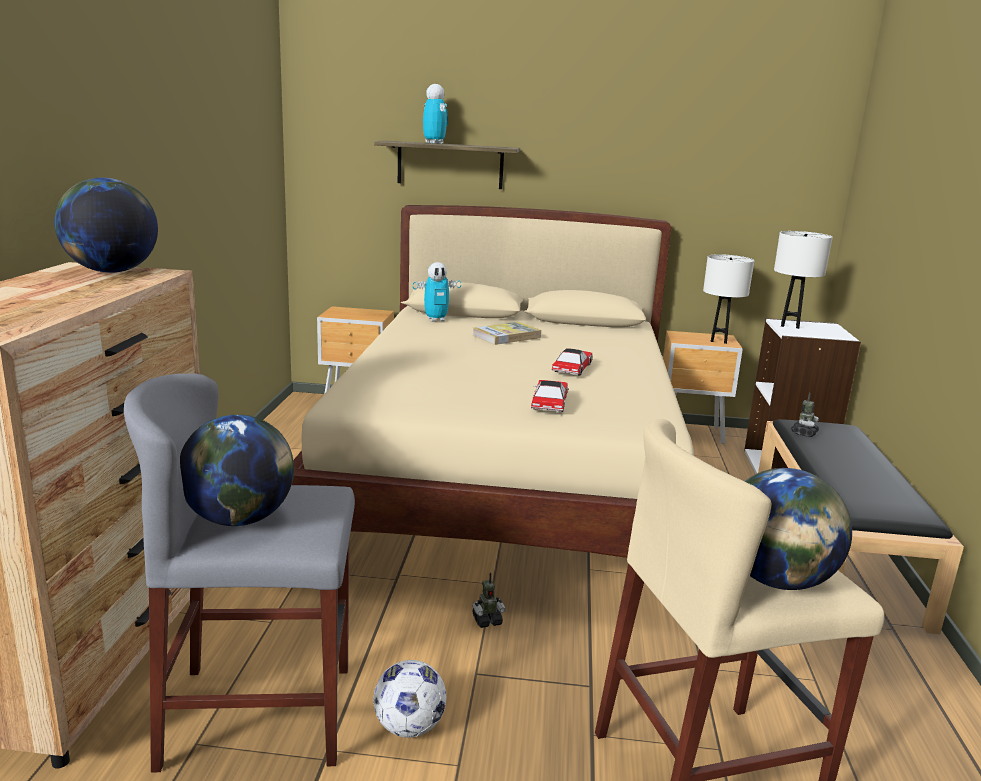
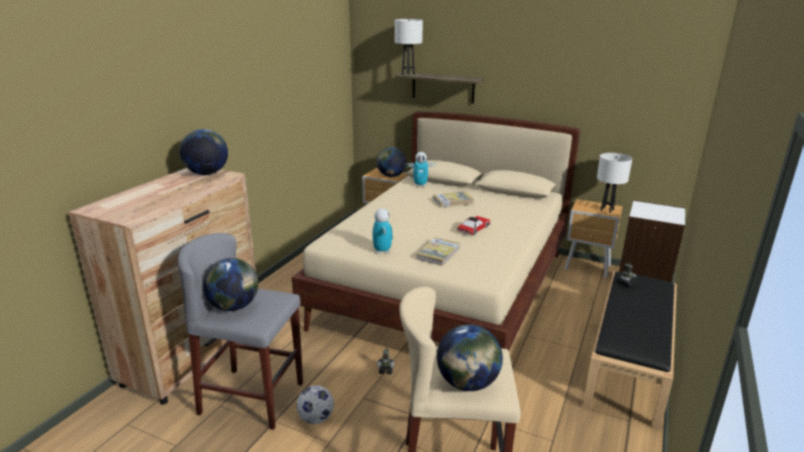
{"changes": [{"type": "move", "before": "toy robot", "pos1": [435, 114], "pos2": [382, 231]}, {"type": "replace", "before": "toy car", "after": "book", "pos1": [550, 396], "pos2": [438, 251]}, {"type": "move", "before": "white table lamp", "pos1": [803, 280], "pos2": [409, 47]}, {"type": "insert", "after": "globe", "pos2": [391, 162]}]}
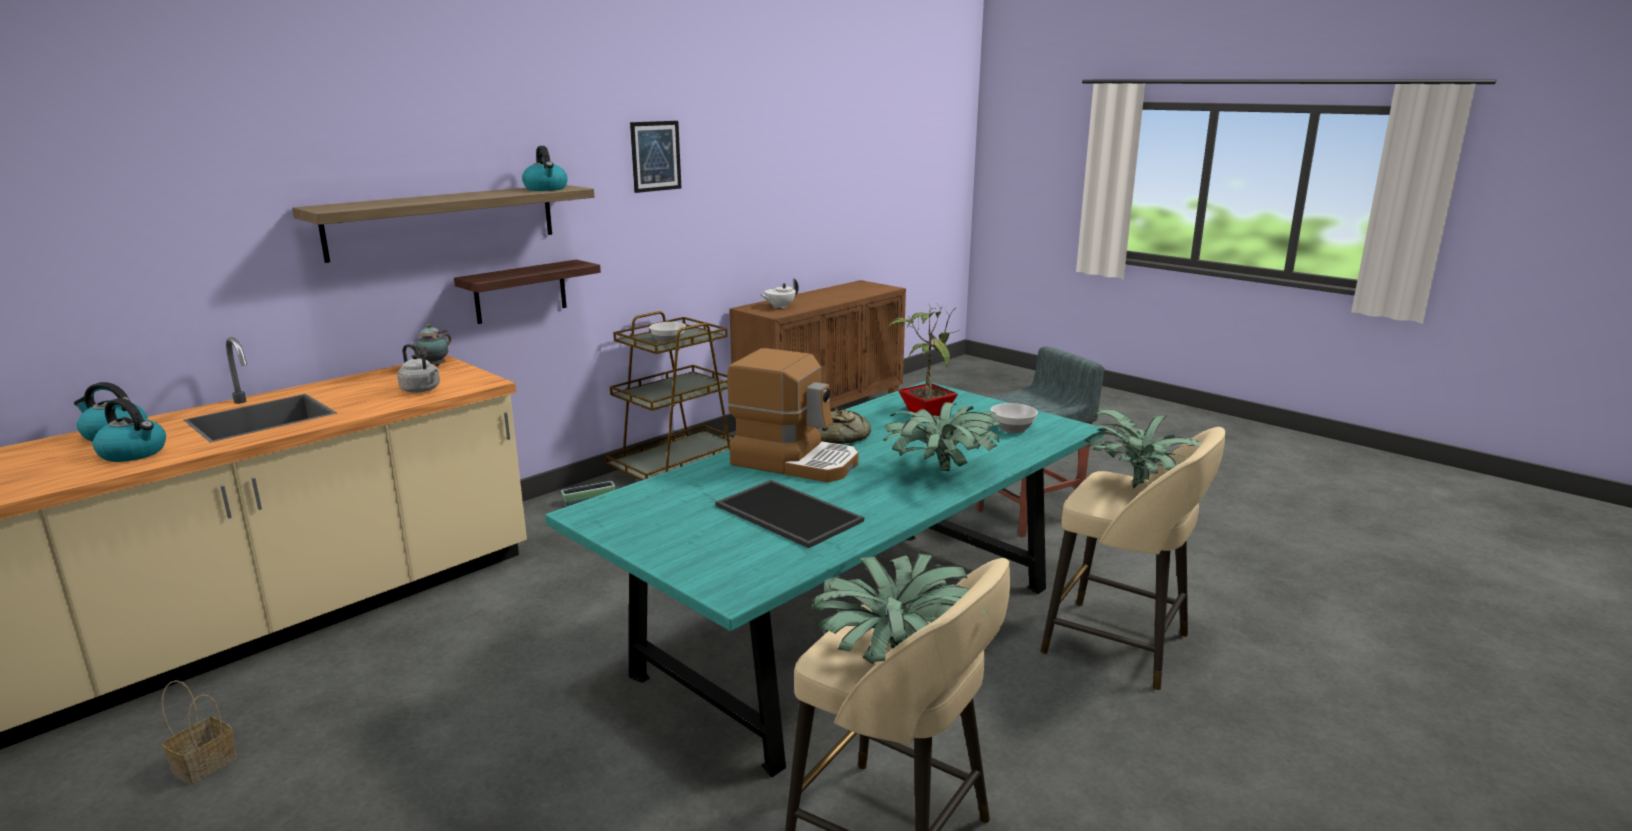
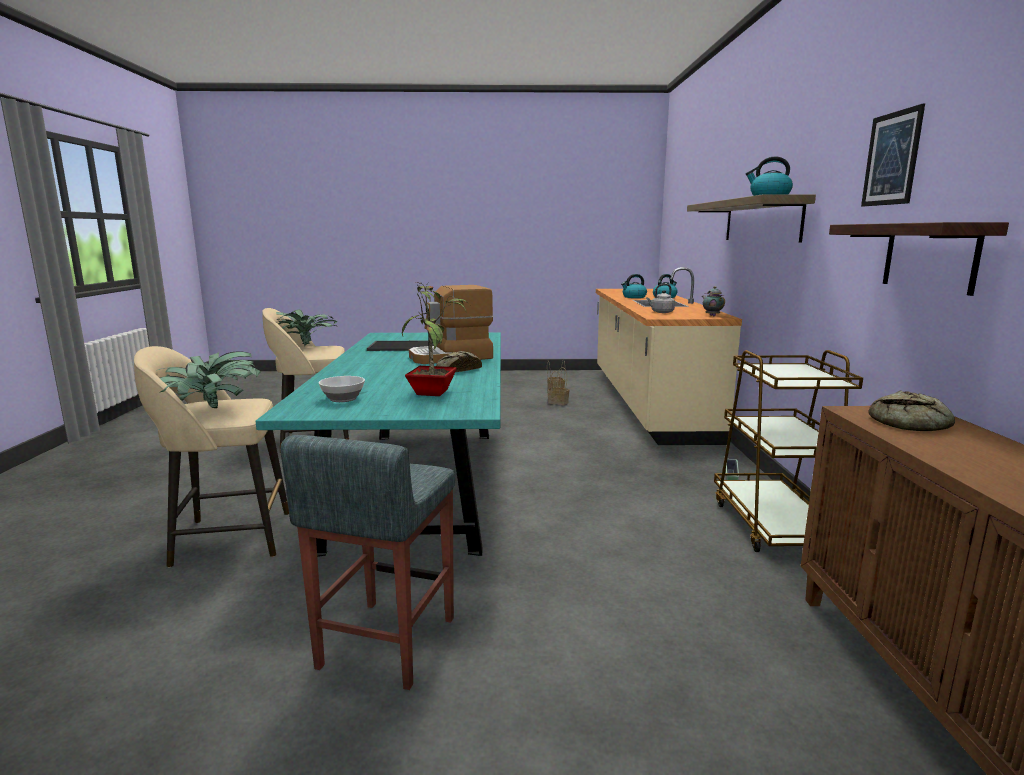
{"changes": [{"type": "move", "before": "shelf", "pos1": [527, 291], "pos2": [919, 259]}, {"type": "delete", "before": "bowl", "pos1": [667, 332]}, {"type": "replace", "before": "white teapot", "after": "bread", "pos1": [779, 293], "pos2": [912, 411]}, {"type": "delete", "before": "potted plant", "pos1": [942, 436]}, {"type": "insert", "after": "basket", "pos2": [558, 386]}]}
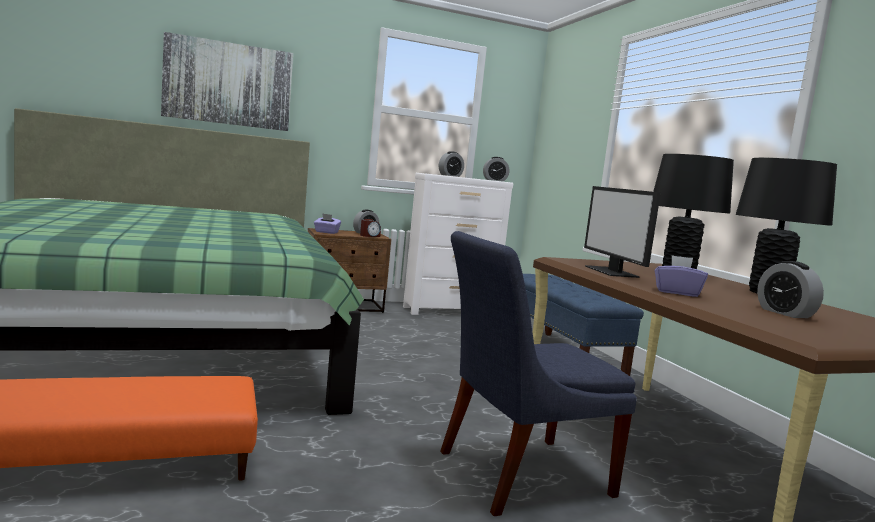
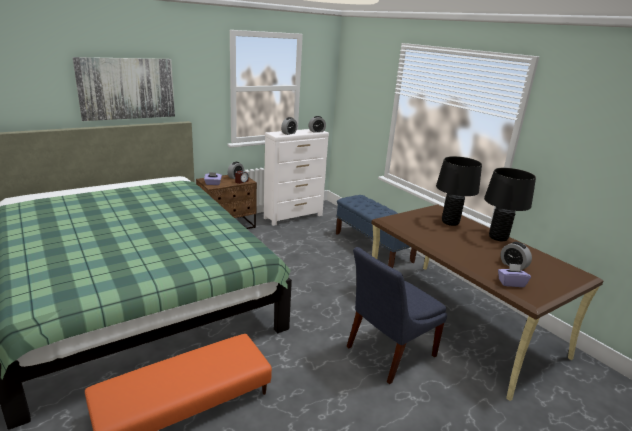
{"changes": [{"type": "delete", "before": "monitor", "pos1": [622, 232]}, {"type": "move", "before": "purple tissue box", "pos1": [681, 276], "pos2": [514, 275]}]}
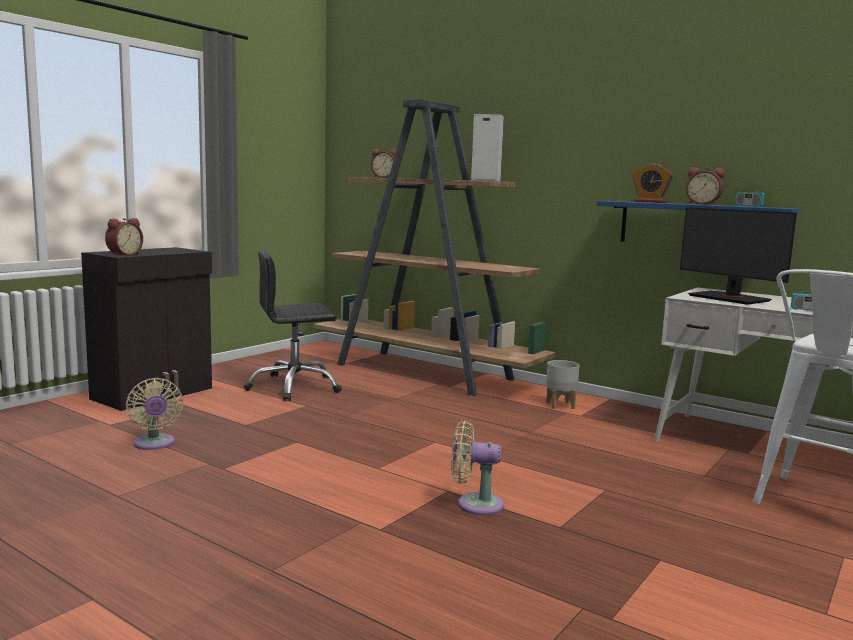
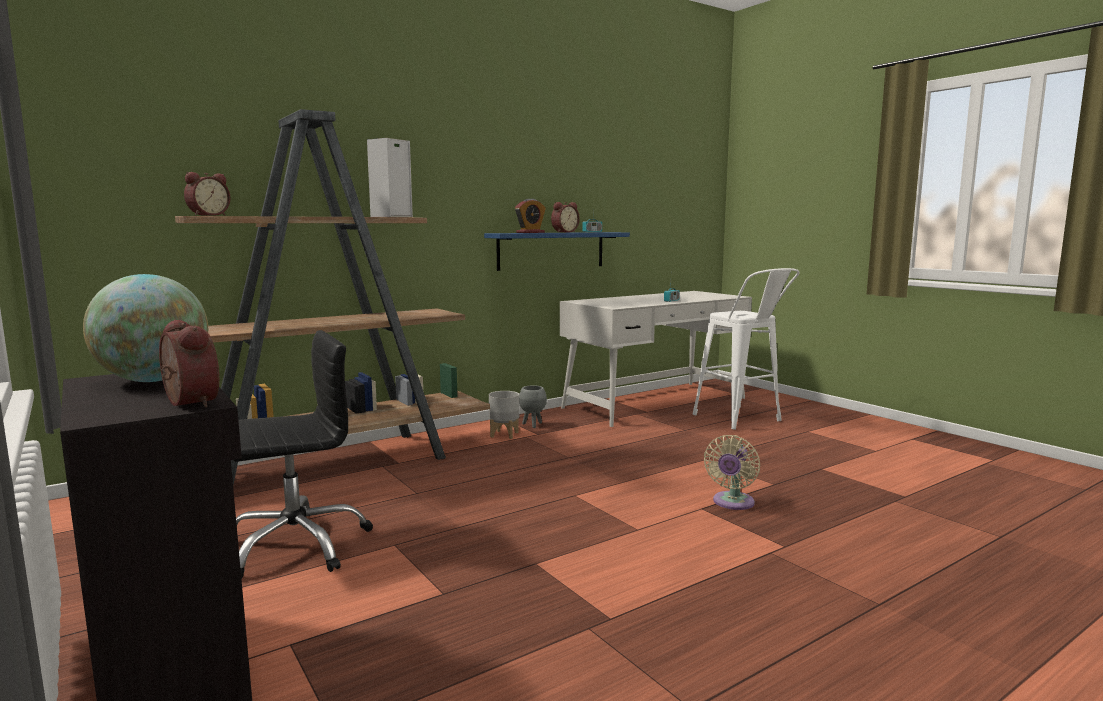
{"changes": [{"type": "delete", "before": "beige fan", "pos1": [154, 414]}, {"type": "rotate", "before": "black office chair", "pos1": [293, 325], "pos2": [303, 454], "turn": -120}, {"type": "delete", "before": "monitor", "pos1": [738, 256]}, {"type": "insert", "after": "globe", "pos2": [145, 328]}, {"type": "insert", "after": "grey planter", "pos2": [533, 406]}]}
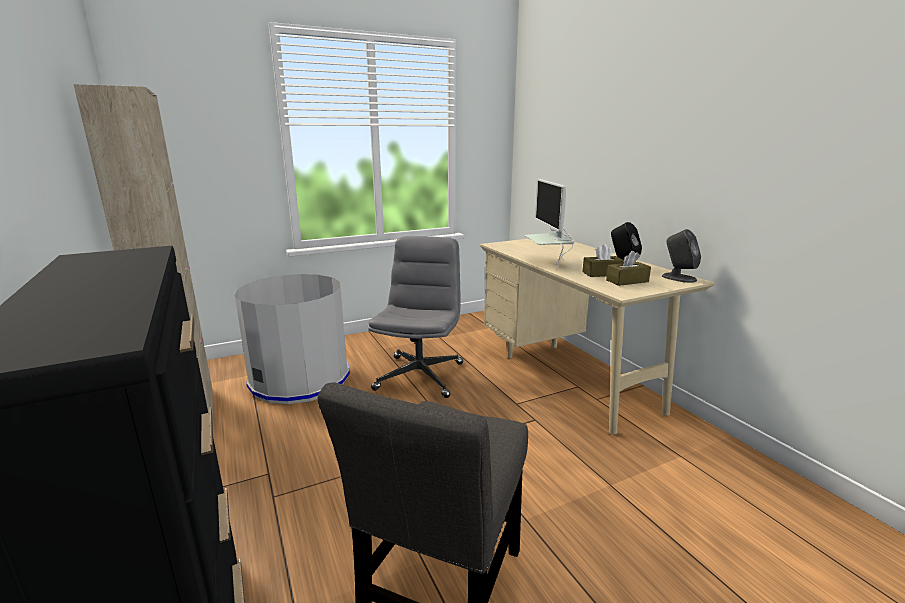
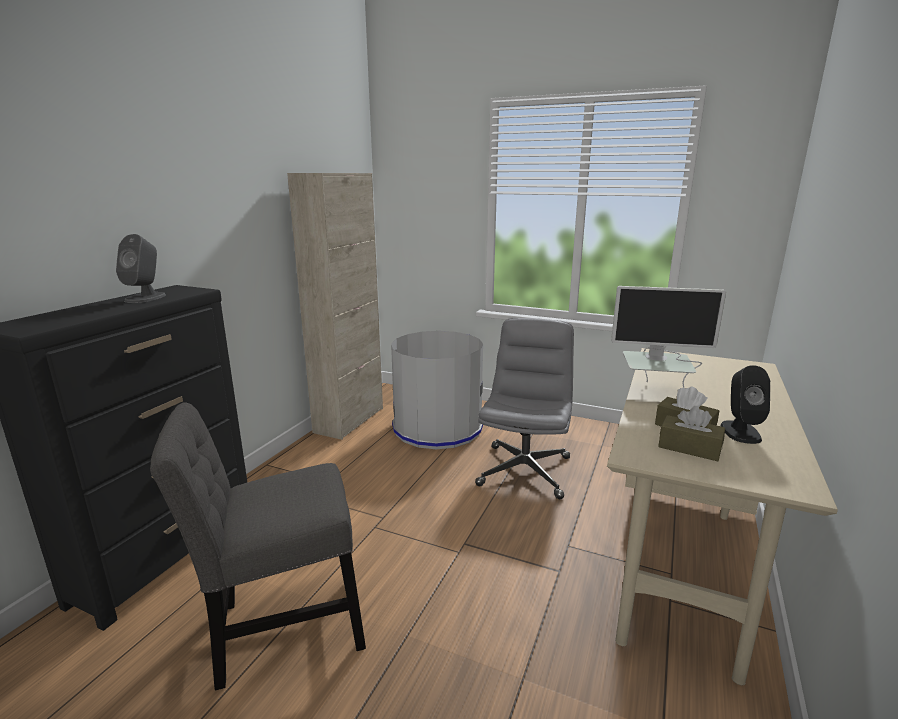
{"changes": [{"type": "rotate", "before": "grey office chair", "pos1": [415, 317], "pos2": [524, 408], "turn": -45}, {"type": "rotate", "before": "monitor", "pos1": [550, 224], "pos2": [668, 337], "turn": -120}, {"type": "move", "before": "grey speaker", "pos1": [681, 256], "pos2": [141, 268]}]}
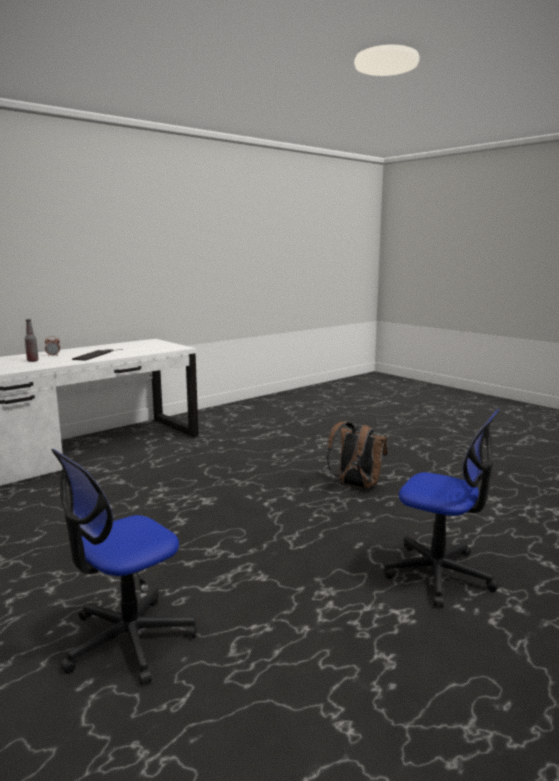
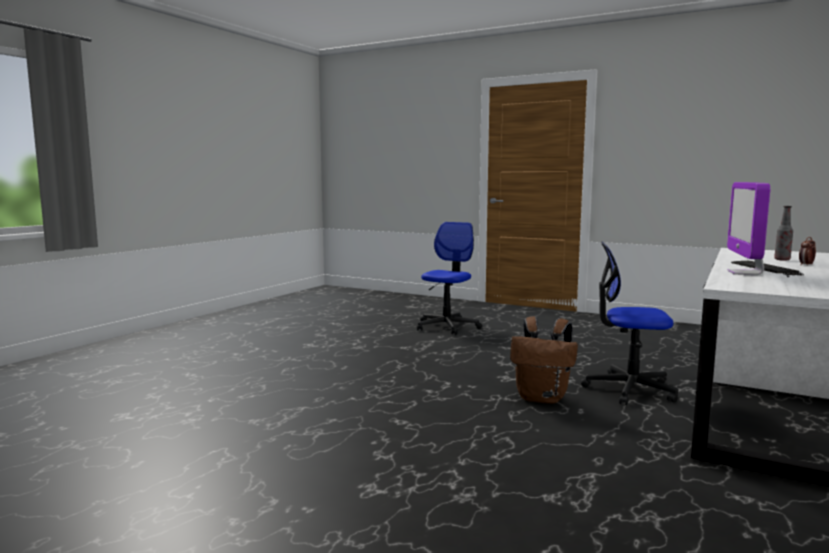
{"changes": [{"type": "move", "before": "brown backpack", "pos1": [357, 454], "pos2": [544, 360]}, {"type": "move", "before": "office chair", "pos1": [442, 508], "pos2": [629, 323]}, {"type": "insert", "after": "monitor", "pos2": [748, 228]}]}
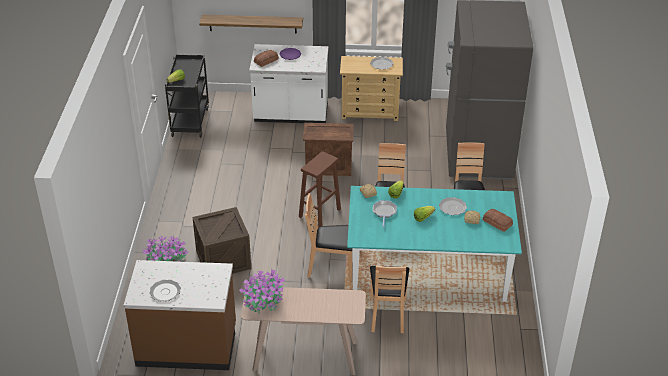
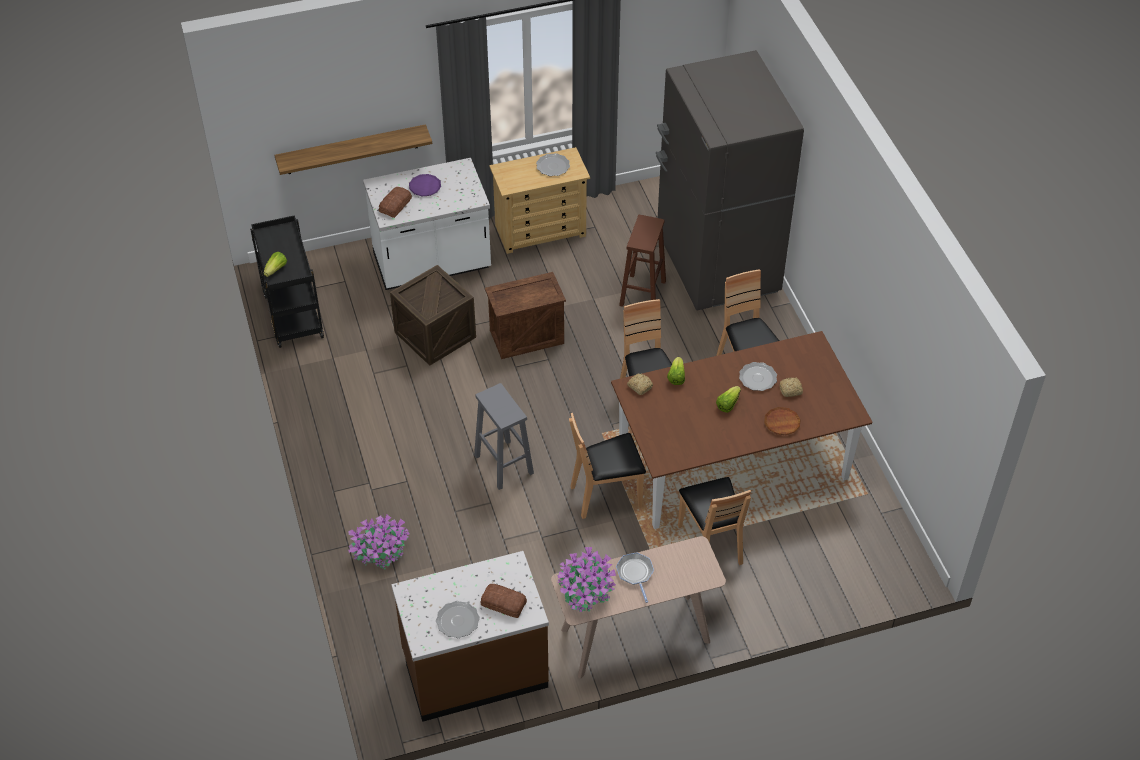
{"changes": [{"type": "move", "before": "crate", "pos1": [221, 240], "pos2": [433, 315]}, {"type": "move", "before": "brown stool", "pos1": [320, 189], "pos2": [642, 261]}, {"type": "recolor", "before": "turquoise dining table", "after": "brown dining table", "pos1": [434, 244], "pos2": [741, 430]}, {"type": "move", "before": "frying pan", "pos1": [385, 213], "pos2": [635, 577]}, {"type": "move", "before": "bread", "pos1": [498, 220], "pos2": [504, 601]}, {"type": "insert", "after": "grey stool", "pos2": [504, 436]}, {"type": "insert", "after": "brown plate", "pos2": [782, 421]}]}
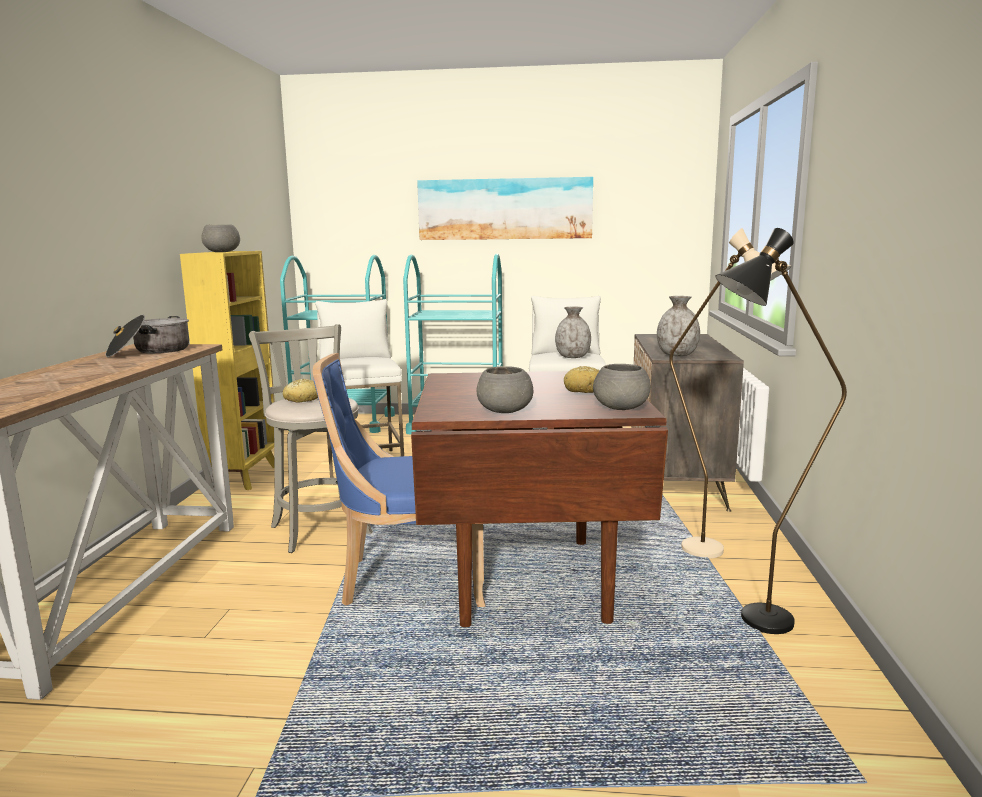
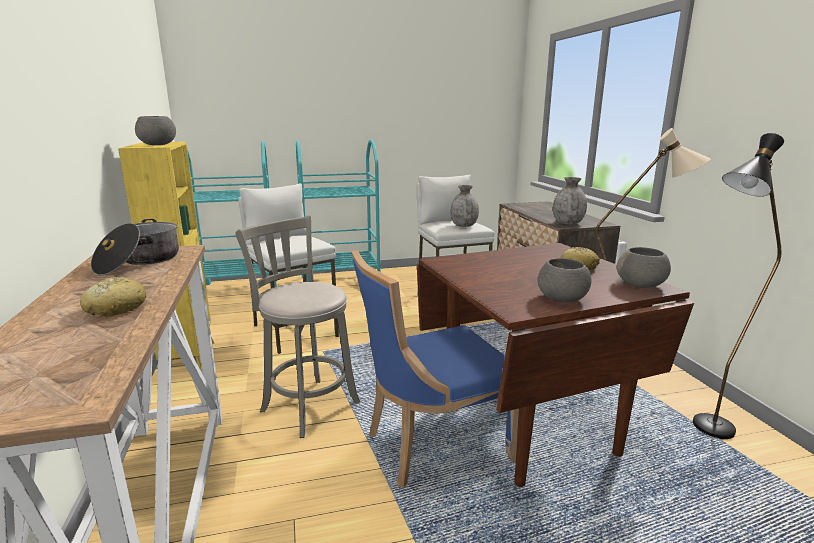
{"changes": [{"type": "move", "before": "bread", "pos1": [300, 390], "pos2": [113, 296]}, {"type": "delete", "before": "picture", "pos1": [505, 208]}]}
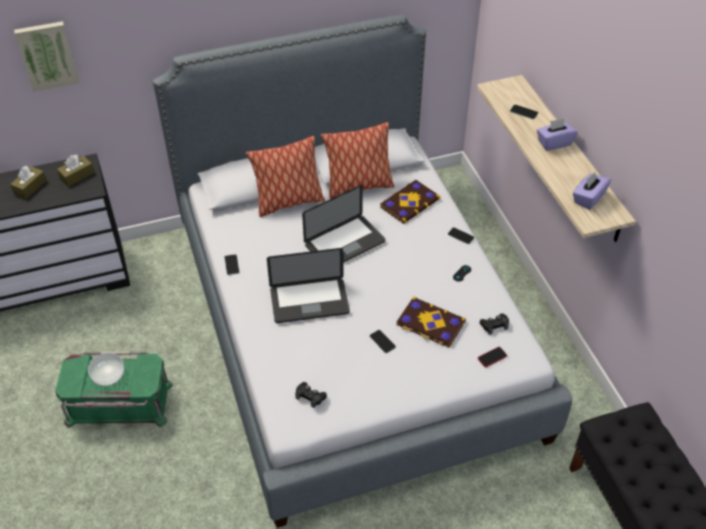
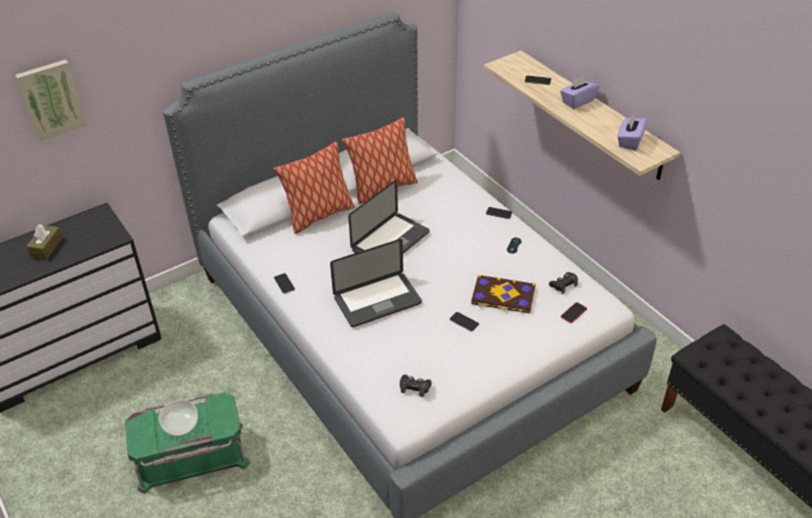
{"changes": [{"type": "delete", "before": "brown tissue box", "pos1": [76, 171]}, {"type": "delete", "before": "book", "pos1": [410, 202]}]}
